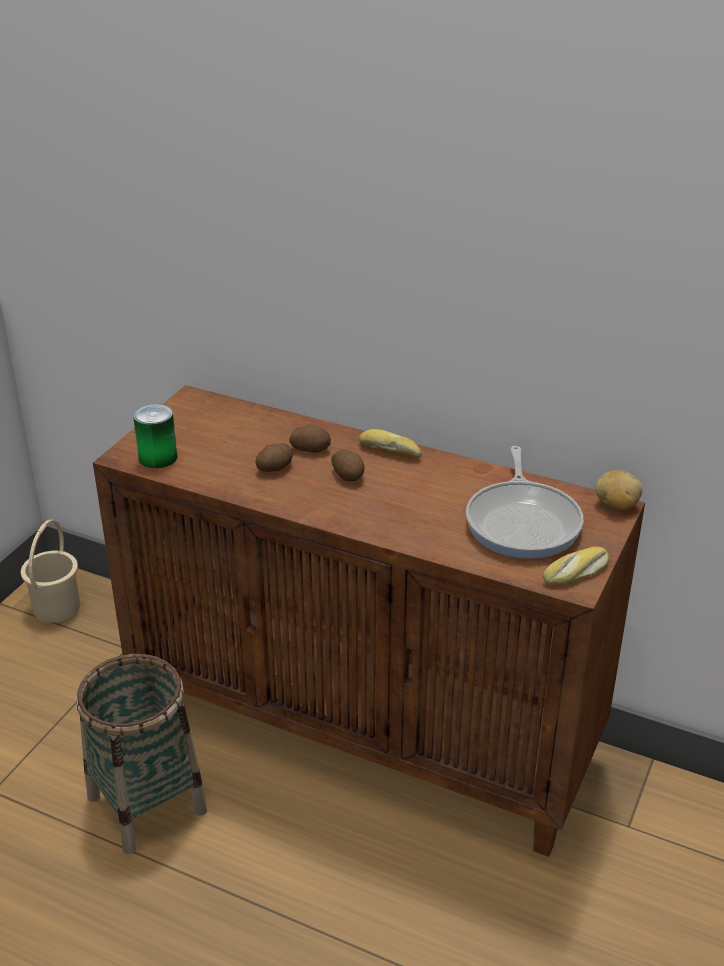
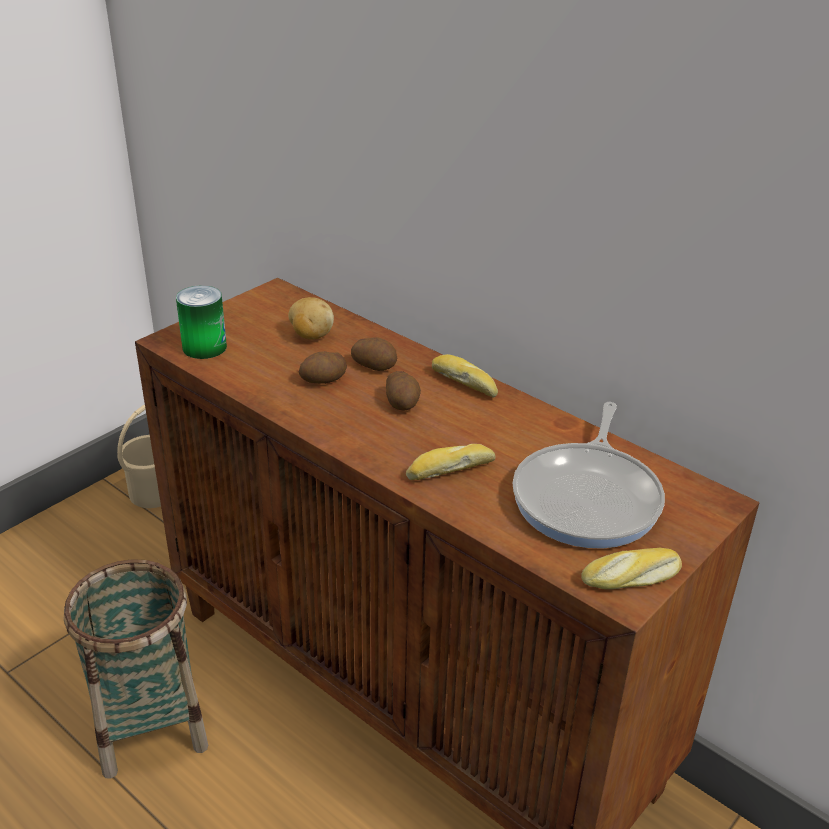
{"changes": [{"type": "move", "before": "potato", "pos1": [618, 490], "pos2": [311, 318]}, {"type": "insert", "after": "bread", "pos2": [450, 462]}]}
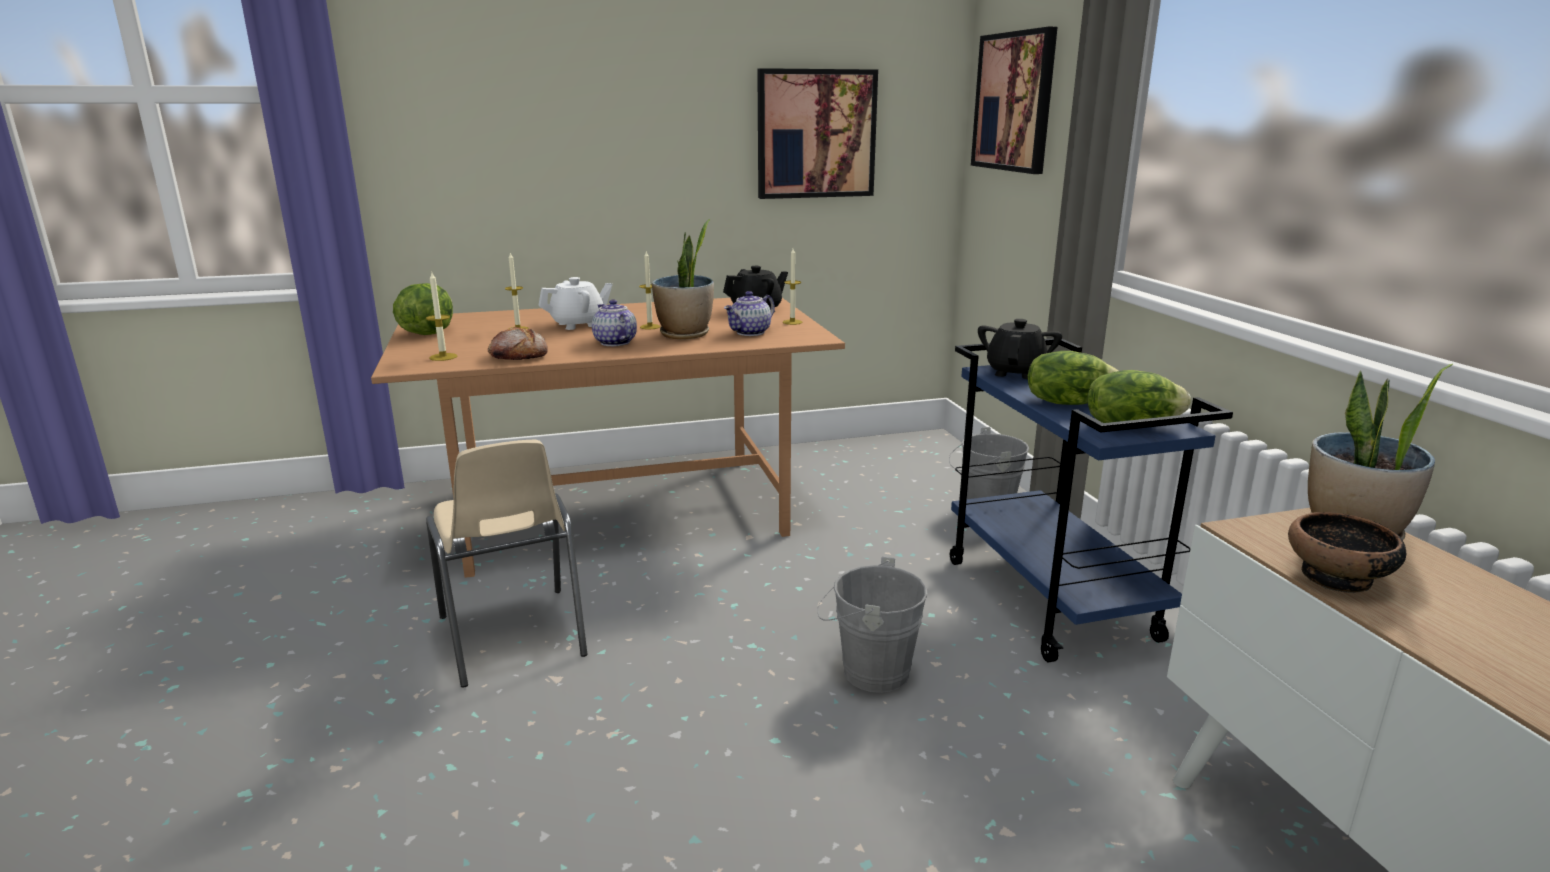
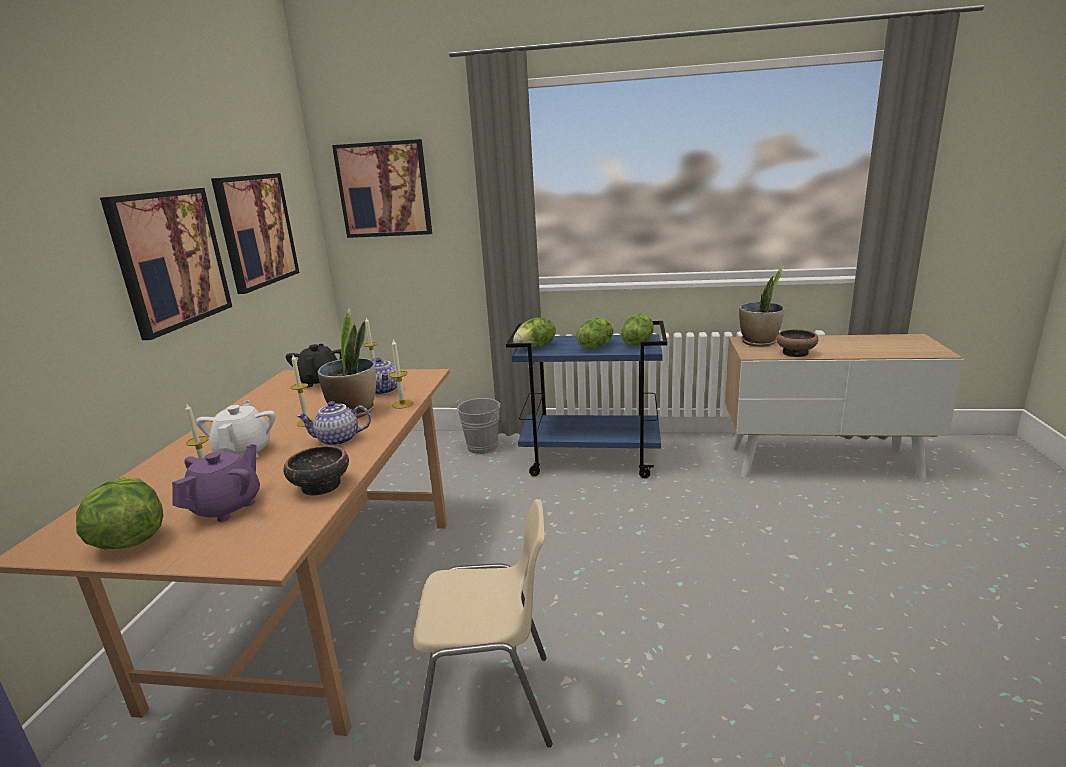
{"changes": [{"type": "move", "before": "candle", "pos1": [441, 316], "pos2": [401, 374]}, {"type": "replace", "before": "bread", "after": "bowl", "pos1": [518, 343], "pos2": [316, 471]}, {"type": "delete", "before": "grey bucket", "pos1": [873, 625]}, {"type": "replace", "before": "black teapot", "after": "lettuce", "pos1": [1020, 349], "pos2": [534, 332]}, {"type": "insert", "after": "picture", "pos2": [166, 264]}, {"type": "insert", "after": "purple teapot", "pos2": [216, 483]}]}
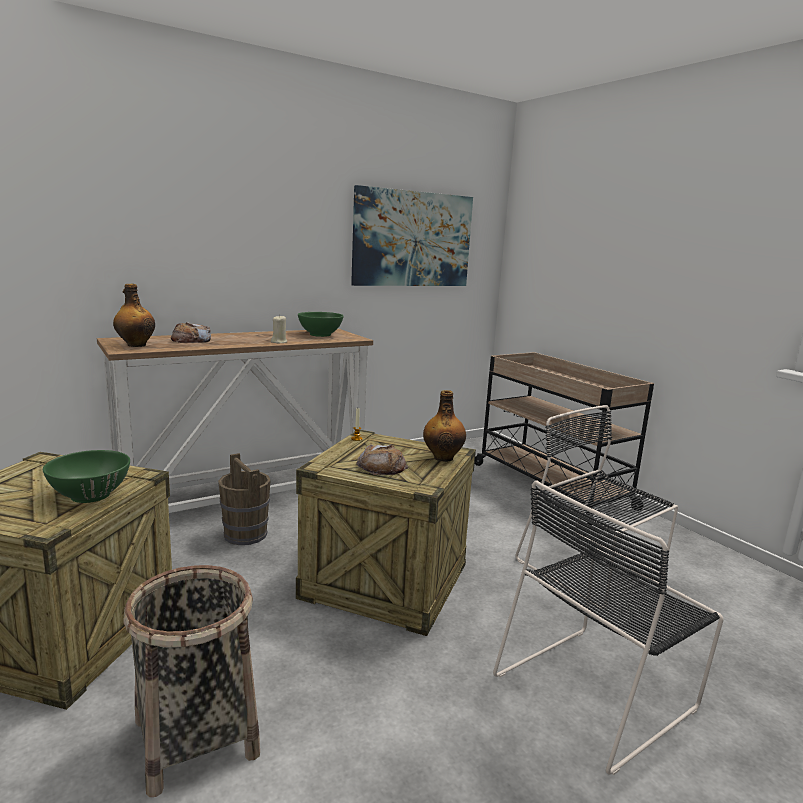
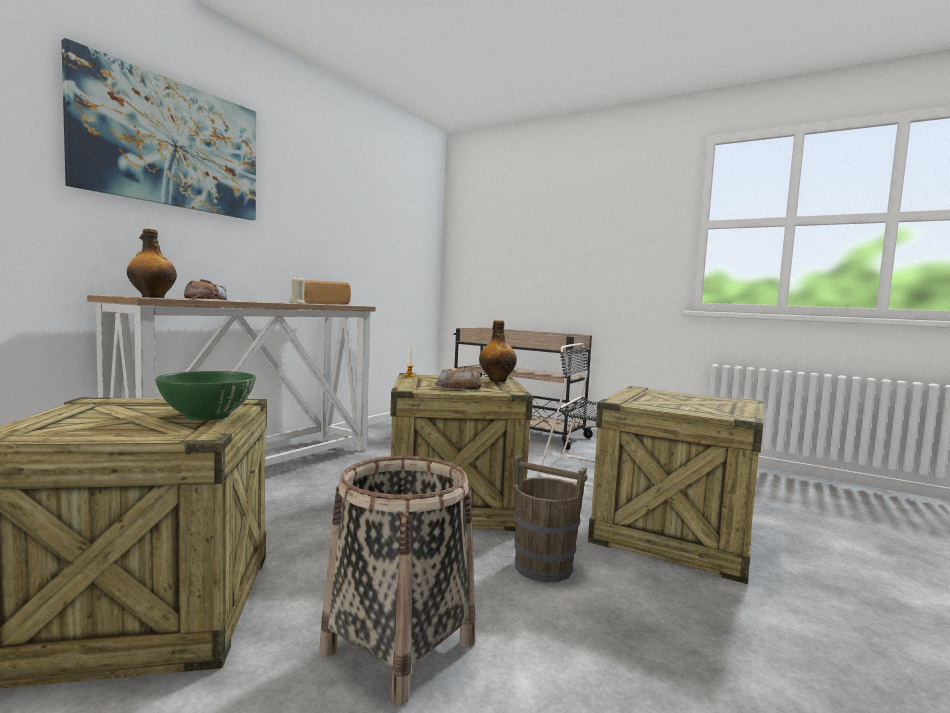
{"changes": [{"type": "move", "before": "brown bucket", "pos1": [244, 499], "pos2": [550, 518]}, {"type": "replace", "before": "green bowl", "after": "bread", "pos1": [321, 324], "pos2": [327, 292]}, {"type": "move", "before": "picture", "pos1": [412, 235], "pos2": [158, 129]}, {"type": "replace", "before": "black chair", "after": "crate", "pos1": [608, 628], "pos2": [676, 485]}]}
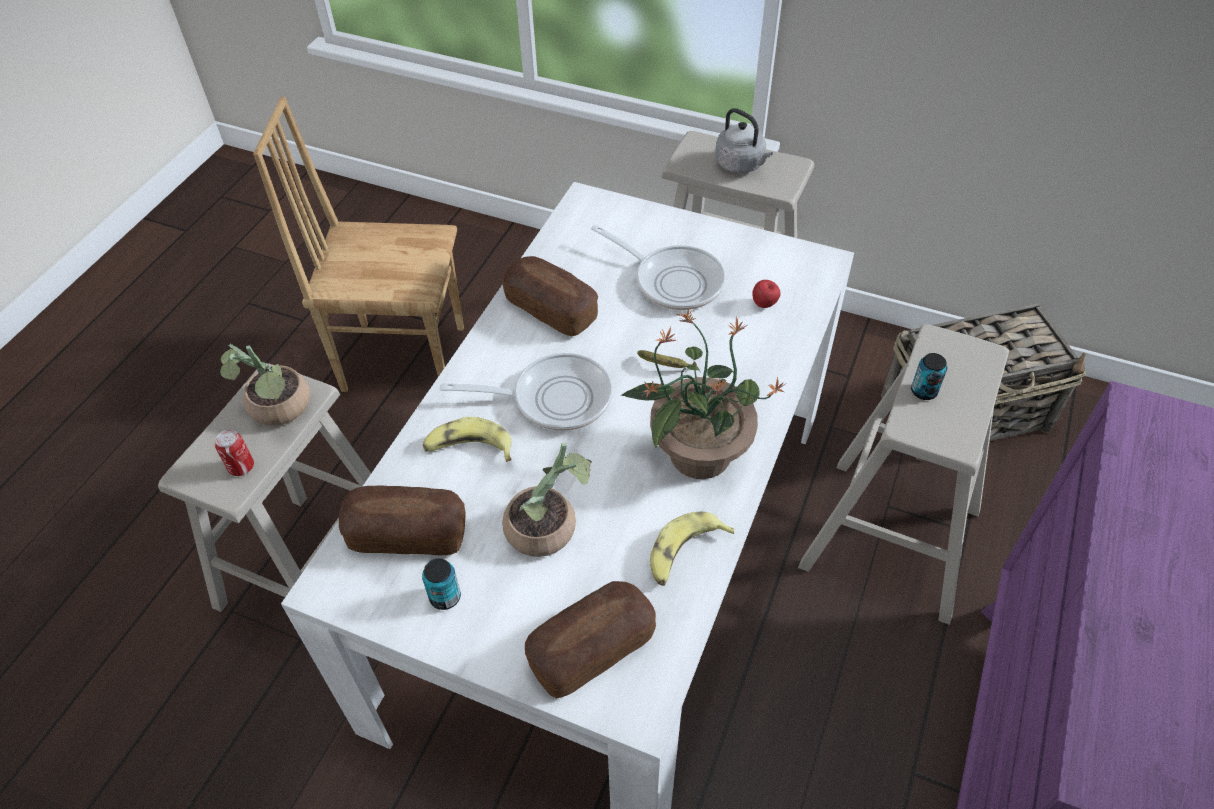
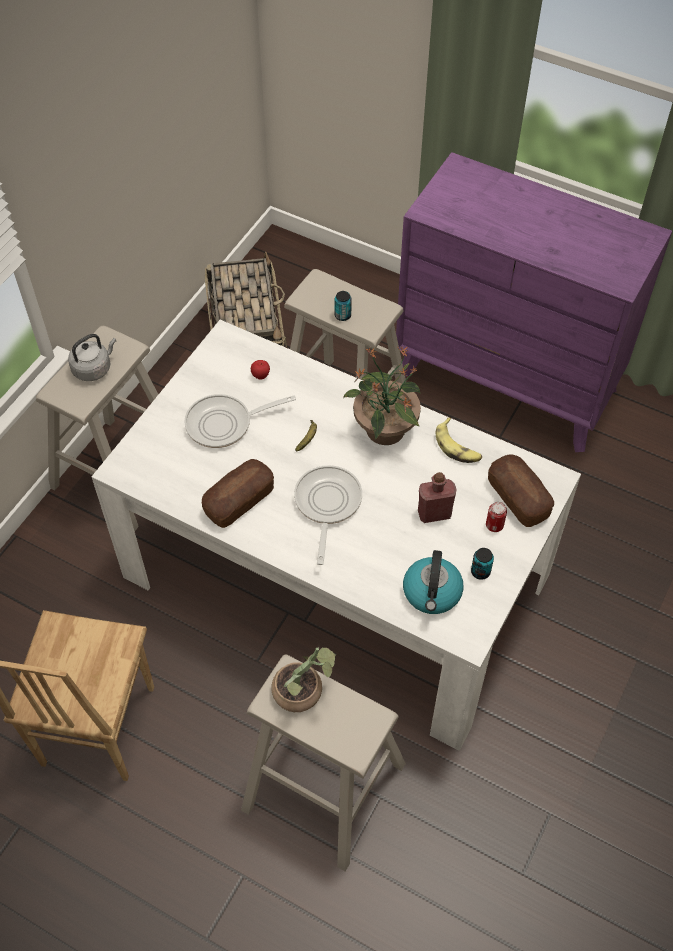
{"changes": [{"type": "move", "before": "can", "pos1": [234, 453], "pos2": [496, 517]}, {"type": "replace", "before": "bread", "after": "kettle", "pos1": [402, 520], "pos2": [433, 582]}, {"type": "delete", "before": "banana", "pos1": [467, 439]}, {"type": "replace", "before": "potted plant", "after": "red bottle", "pos1": [547, 500], "pos2": [437, 497]}, {"type": "rotate", "before": "frying pan", "pos1": [658, 267], "pos2": [240, 421], "turn": -150}]}
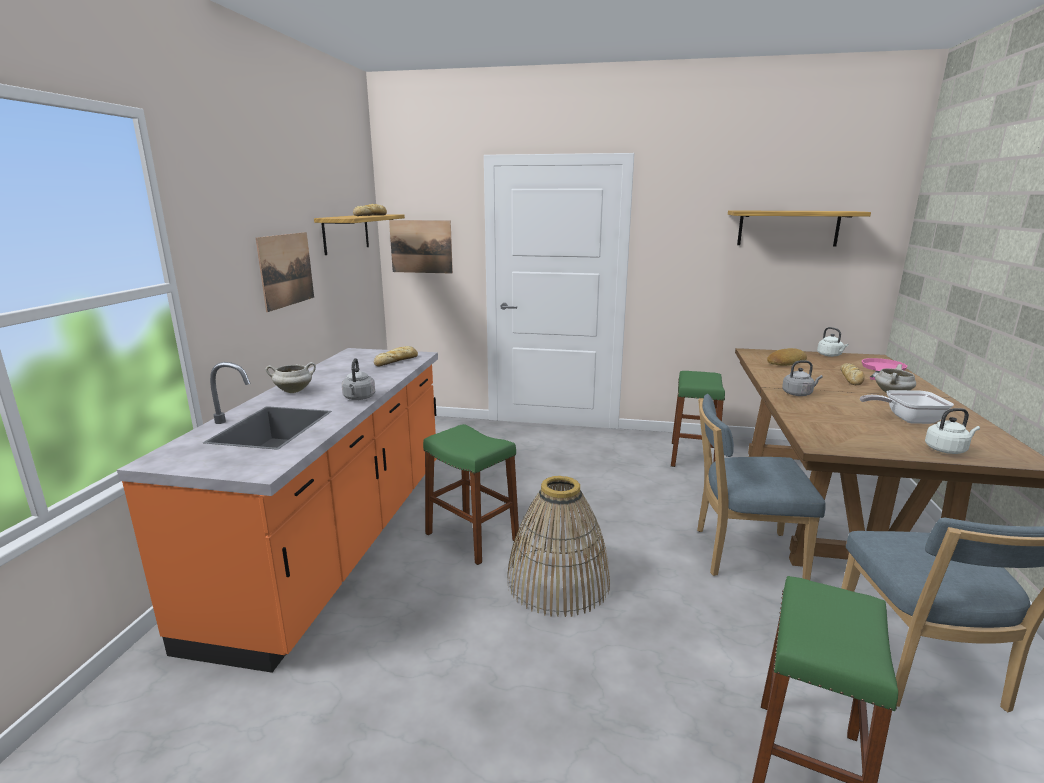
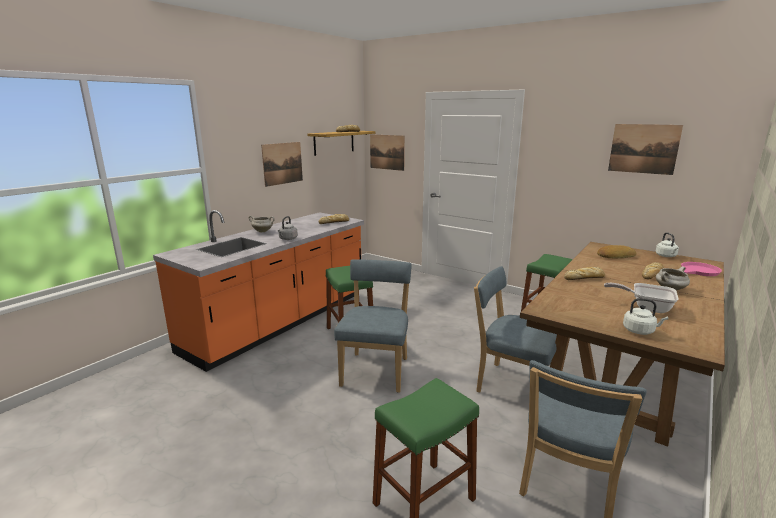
{"changes": [{"type": "replace", "before": "basket", "after": "blue chair", "pos1": [558, 546], "pos2": [373, 326]}, {"type": "replace", "before": "shelf", "after": "picture", "pos1": [799, 228], "pos2": [645, 149]}, {"type": "replace", "before": "grey kettle", "after": "bread", "pos1": [802, 378], "pos2": [584, 273]}]}
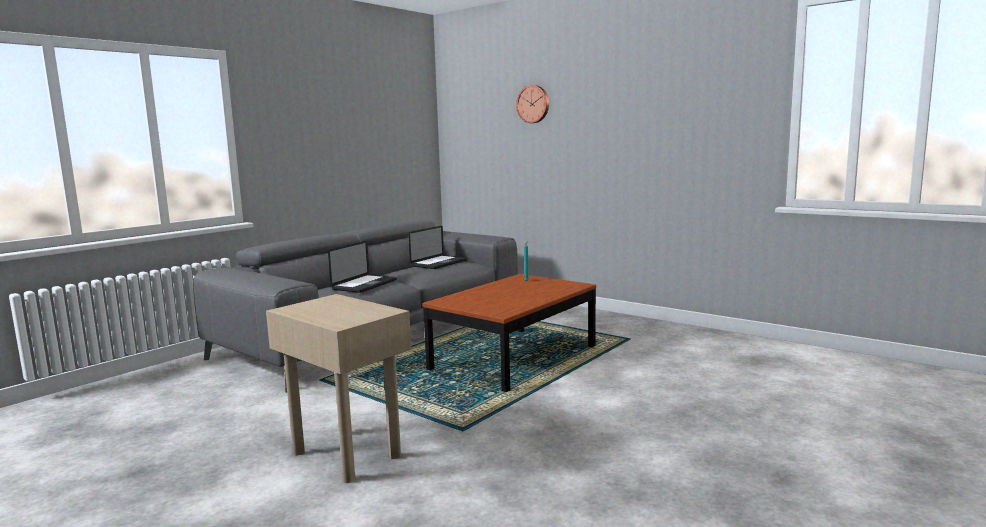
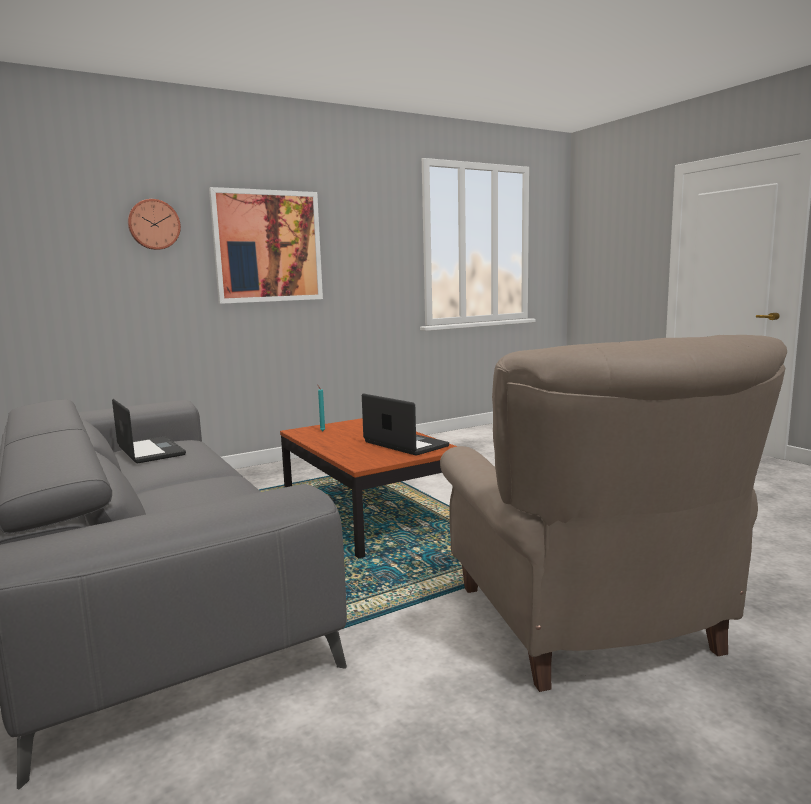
{"changes": [{"type": "replace", "before": "beige side table", "after": "beige armchair", "pos1": [338, 388], "pos2": [613, 513]}, {"type": "move", "before": "laptop", "pos1": [362, 267], "pos2": [405, 424]}, {"type": "insert", "after": "picture", "pos2": [266, 245]}]}
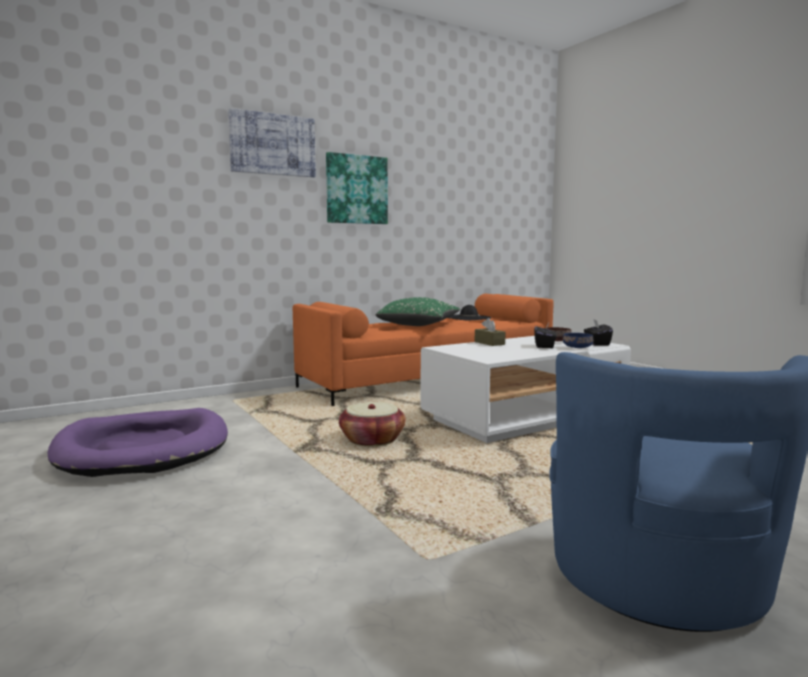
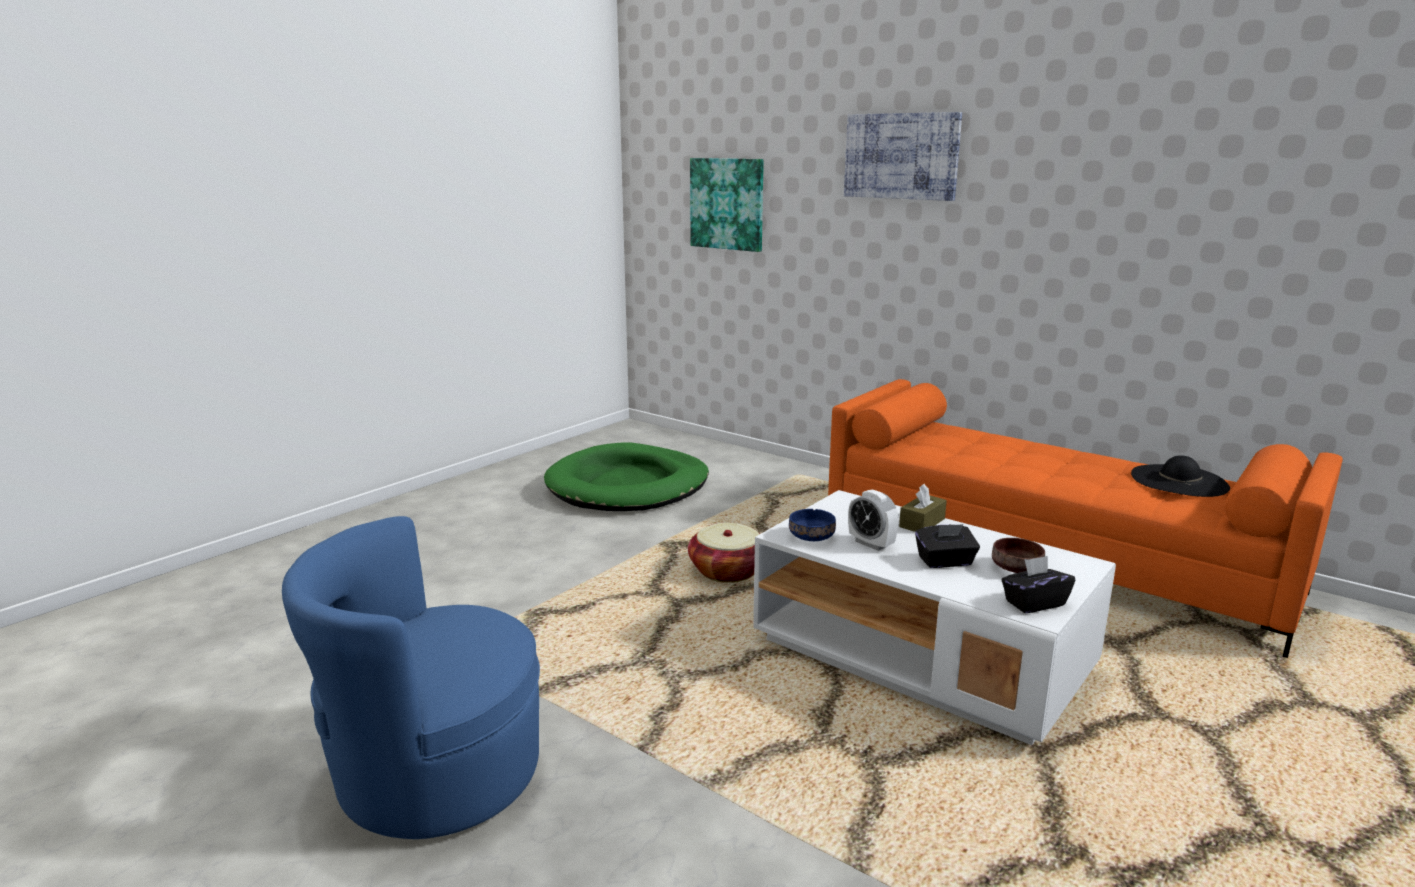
{"changes": [{"type": "recolor", "before": "purple dog bed", "after": "green dog bed", "pos1": [138, 442], "pos2": [626, 476]}, {"type": "move", "before": "picture", "pos1": [357, 188], "pos2": [727, 205]}, {"type": "delete", "before": "green pillow", "pos1": [418, 311]}, {"type": "move", "before": "blue bowl", "pos1": [578, 340], "pos2": [812, 525]}, {"type": "insert", "after": "alarm clock", "pos2": [873, 520]}]}
